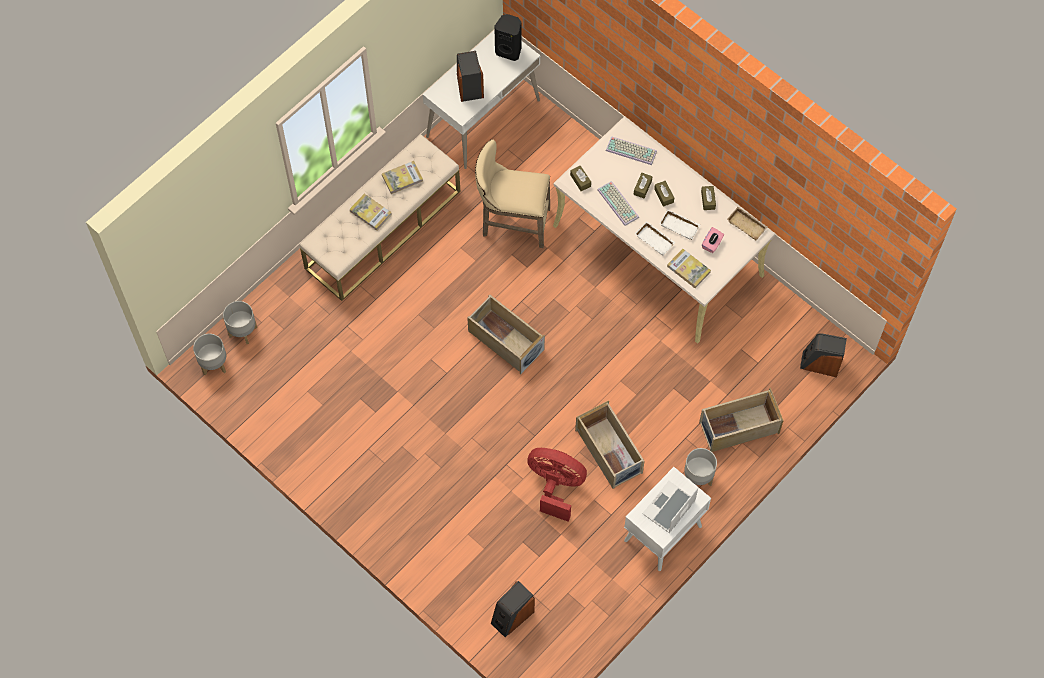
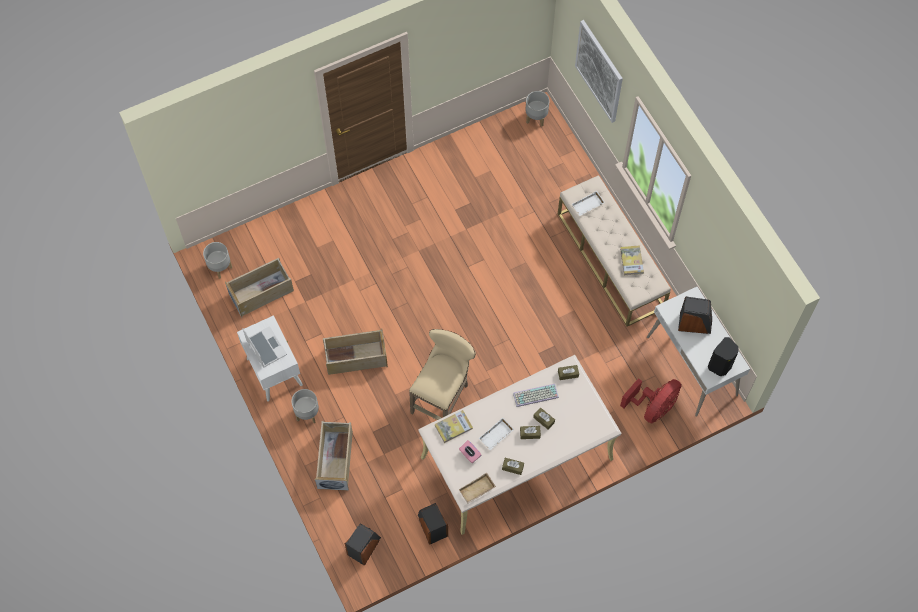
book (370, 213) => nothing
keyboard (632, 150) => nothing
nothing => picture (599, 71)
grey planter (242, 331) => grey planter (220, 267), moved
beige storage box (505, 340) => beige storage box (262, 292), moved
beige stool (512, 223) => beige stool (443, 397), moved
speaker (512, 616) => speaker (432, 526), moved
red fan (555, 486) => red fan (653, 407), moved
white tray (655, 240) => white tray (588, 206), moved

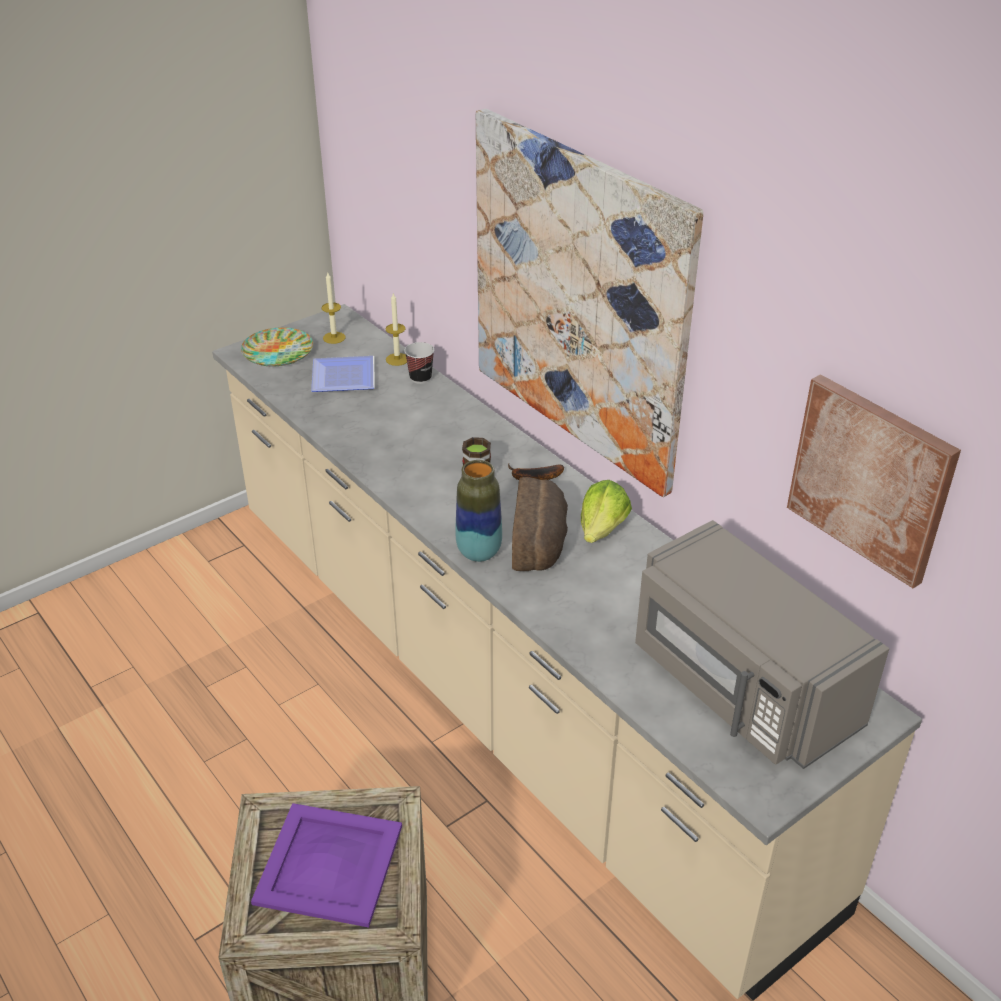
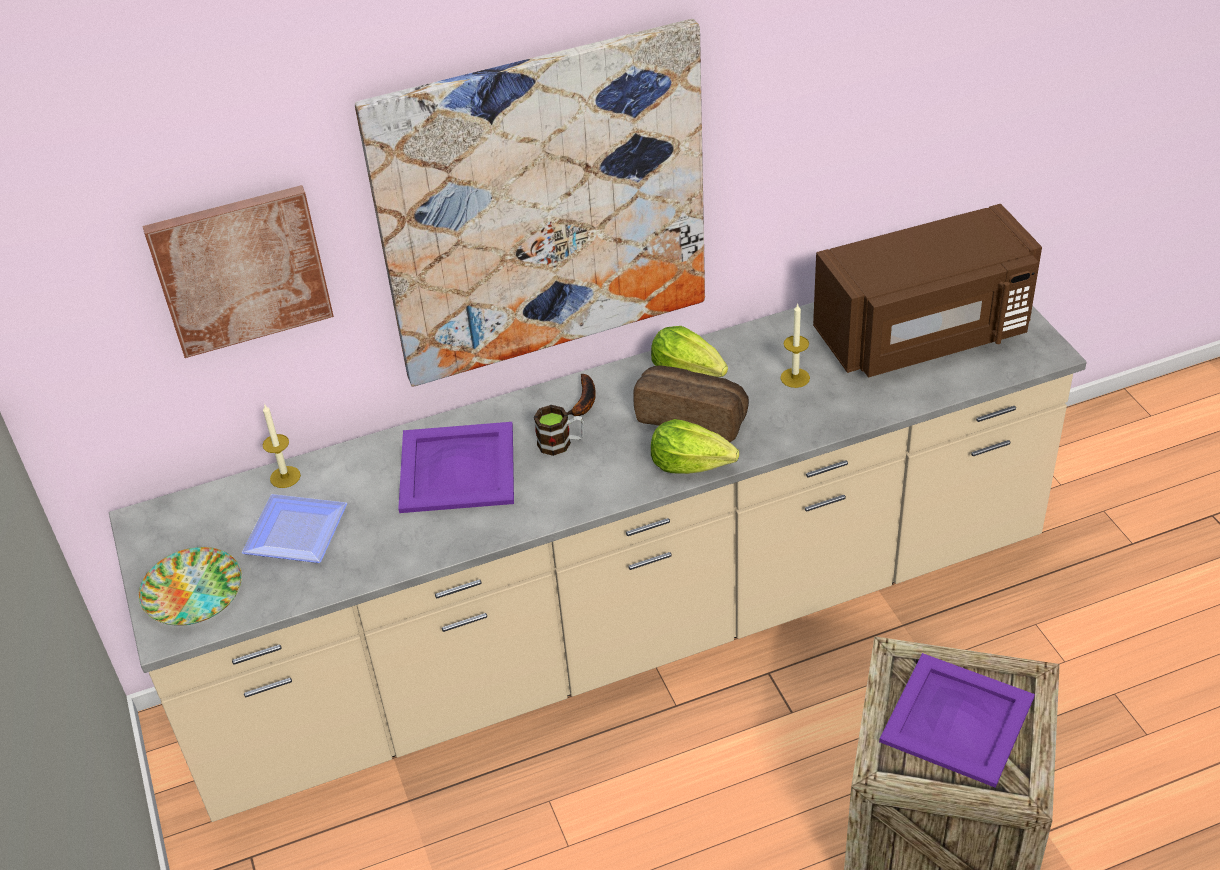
cup (420, 378) => nothing
nothing => purple tray (456, 469)
candle (334, 337) => candle (795, 378), moved
picture (871, 478) => picture (240, 269), moved
vase (479, 552) => lettuce (691, 464)
grey microwave (740, 686) => brown microwave (925, 335)

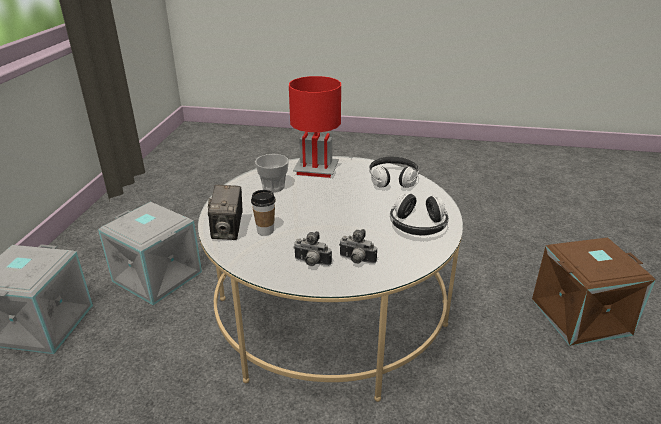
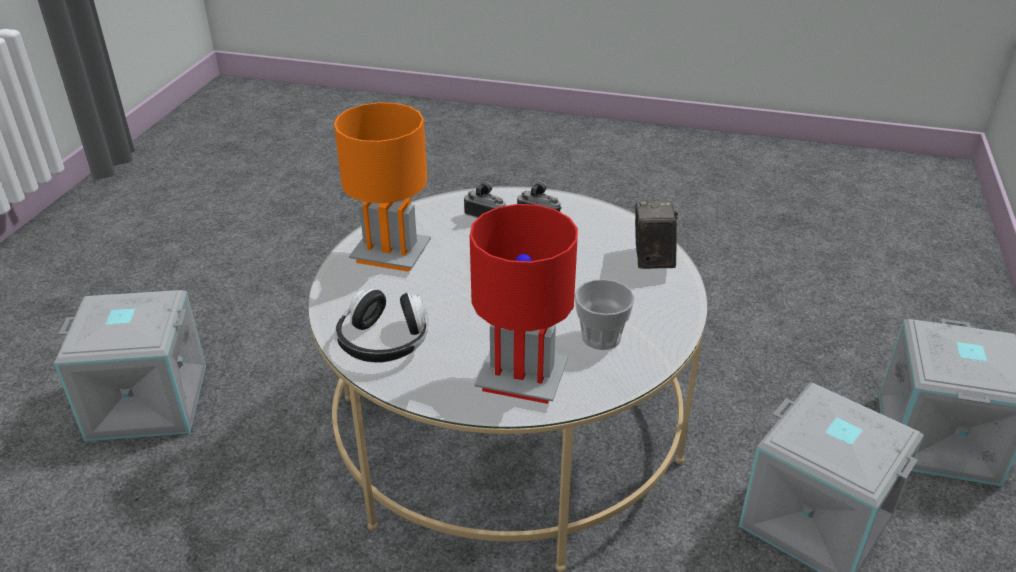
cup (265, 231) => nothing
headphones (417, 226) => orange table lamp (391, 253)
brown storage box (580, 315) => grey storage box (146, 403)

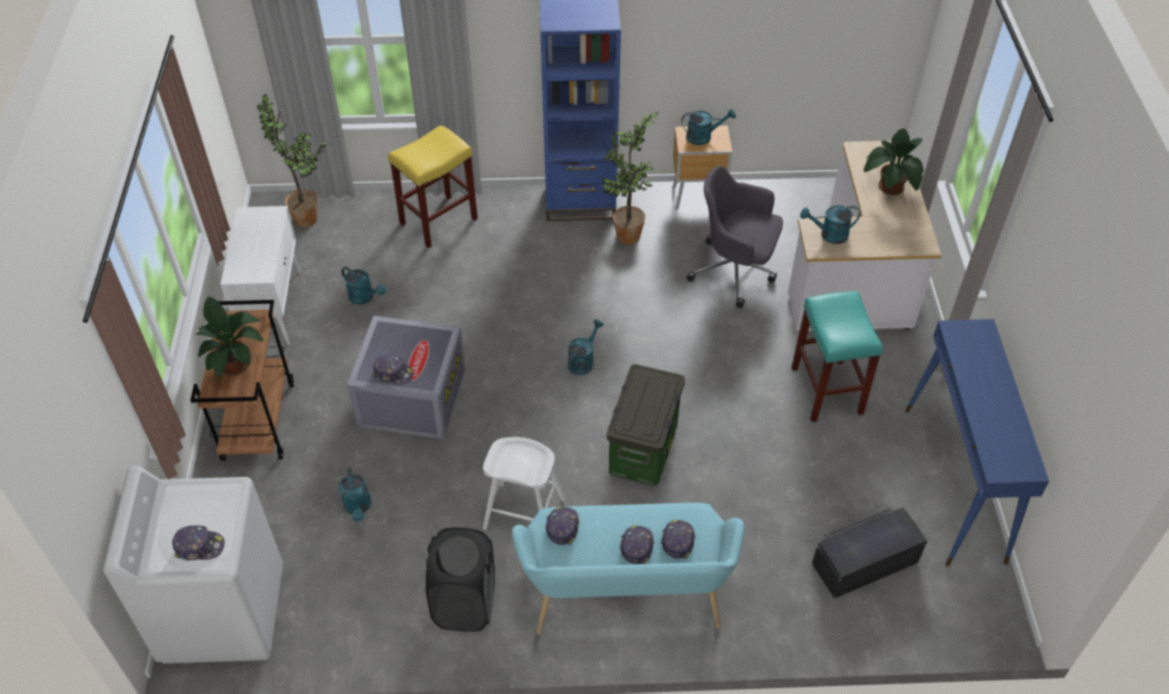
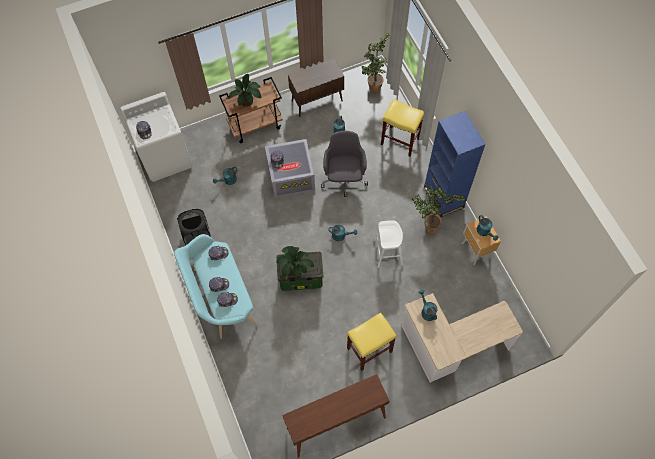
black storage box (864, 562) => nothing
white stool (524, 514) => white stool (388, 252), moved
grey office chair (735, 271) => grey office chair (344, 179), moved
potted plant (890, 187) => potted plant (294, 267), moved
white cabinet (273, 307) => brown cabinet (317, 101)
turquoise stool (827, 391) => yellow stool (369, 350)
blue console table (954, 484) => brown console table (335, 423)

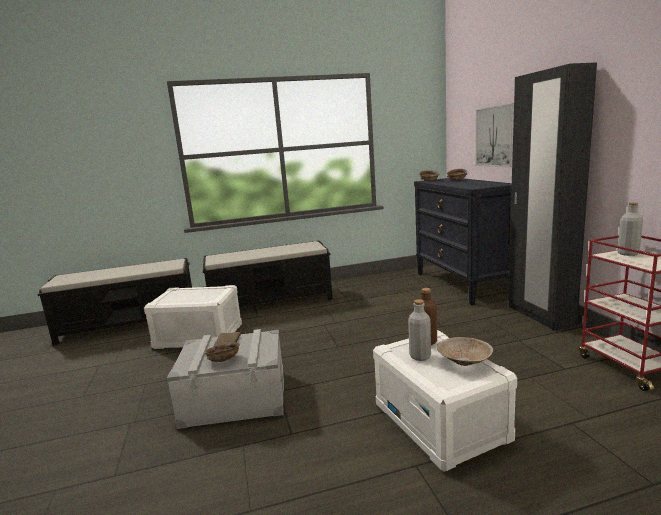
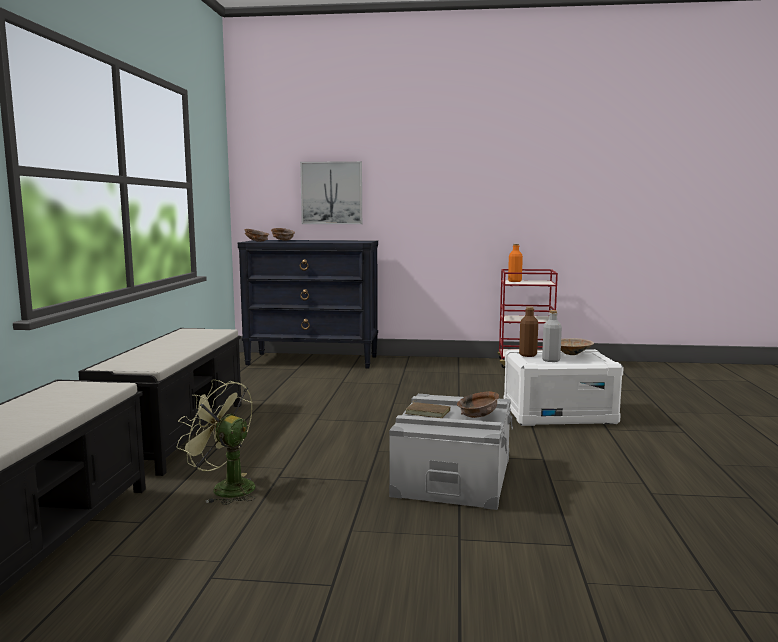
black wardrobe (540, 316) => nothing
white storage box (198, 337) => green fan (225, 488)
grey bottle (628, 253) => orange bottle (514, 281)

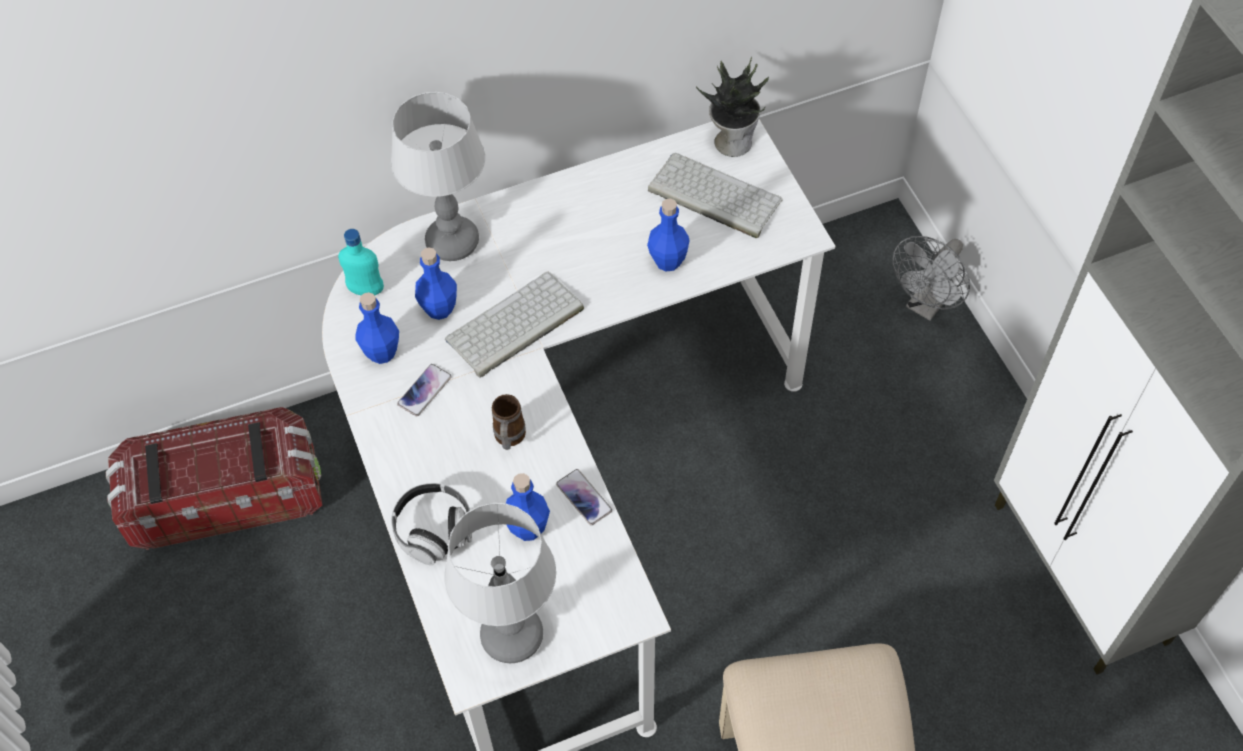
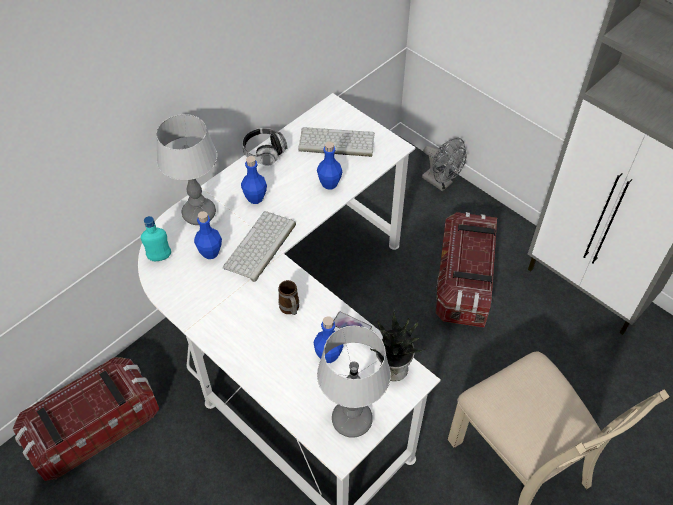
phone (424, 390) => nothing
nothing => storage box (463, 282)
blue bottle (382, 352) => blue bottle (255, 198), moved
headphones (434, 531) => headphones (264, 153), moved
potted plant (732, 141) => potted plant (393, 367), moved
grey fan (926, 305) => grey fan (441, 183), 60 degrees counterclockwise

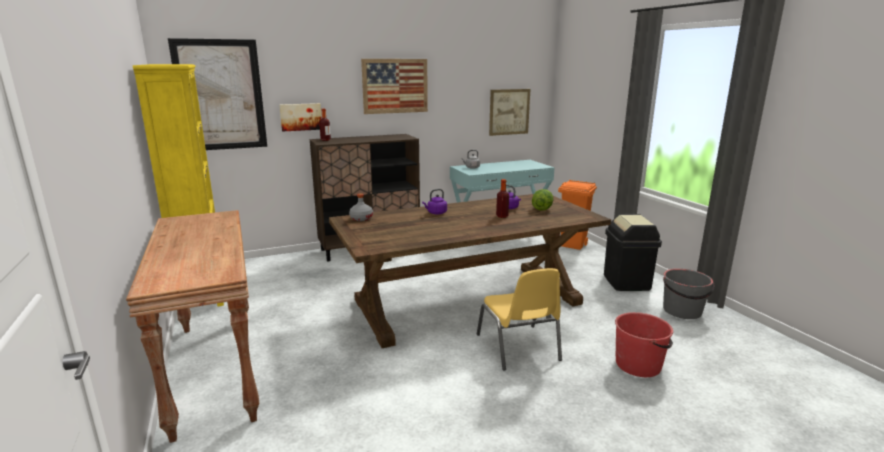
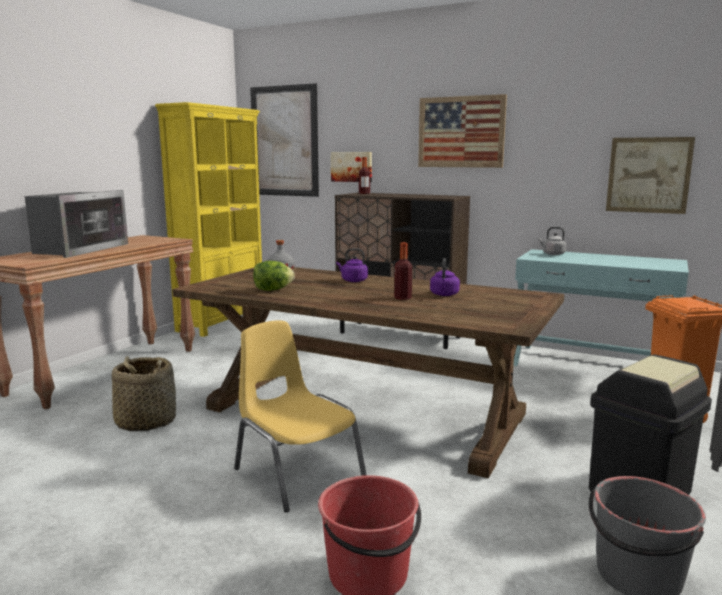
nothing => microwave (79, 249)
nothing => basket (145, 421)
lettuce (542, 209) => lettuce (272, 290), moved
yellow chair (518, 348) => yellow chair (297, 472), 105 degrees clockwise

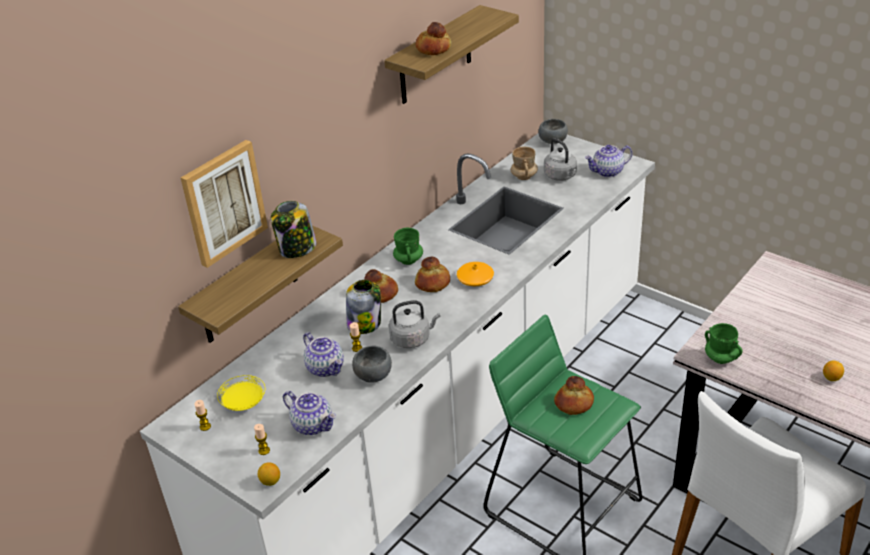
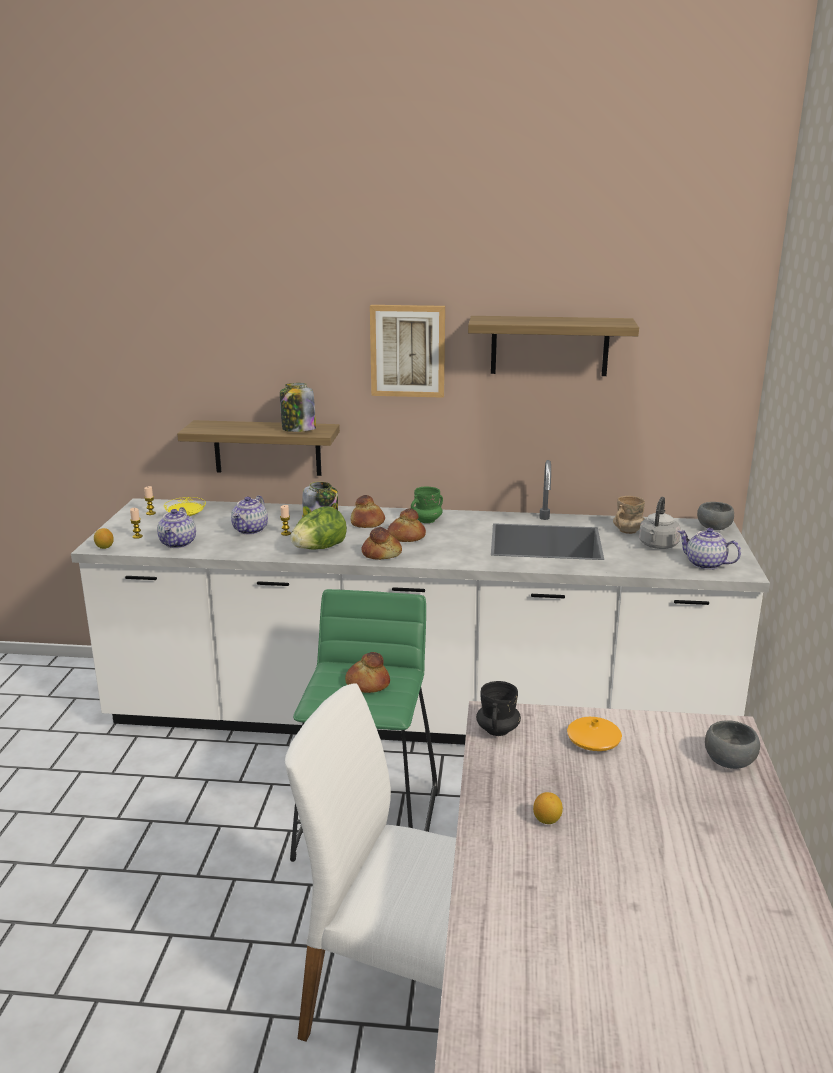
picture (223, 202) => picture (408, 350), moved
grey bowl (373, 374) => grey bowl (730, 761), moved
bread (433, 48) => bread (381, 553), moved
orange vase (475, 278) => orange vase (593, 741), moved
grey kettle (412, 339) => lettuce (319, 549)
green mug (721, 358) => black mug (498, 730)

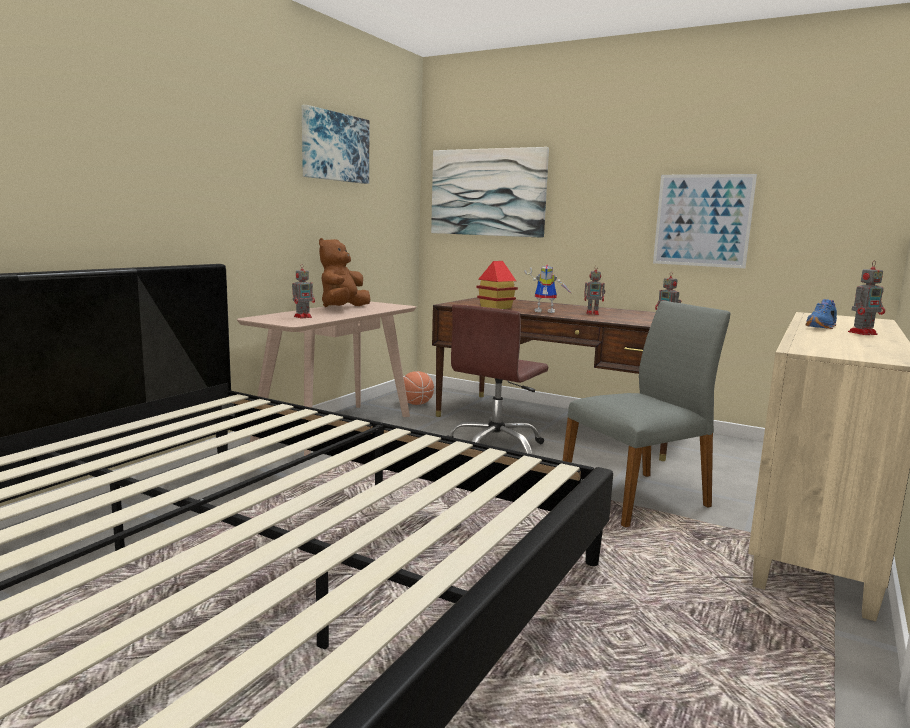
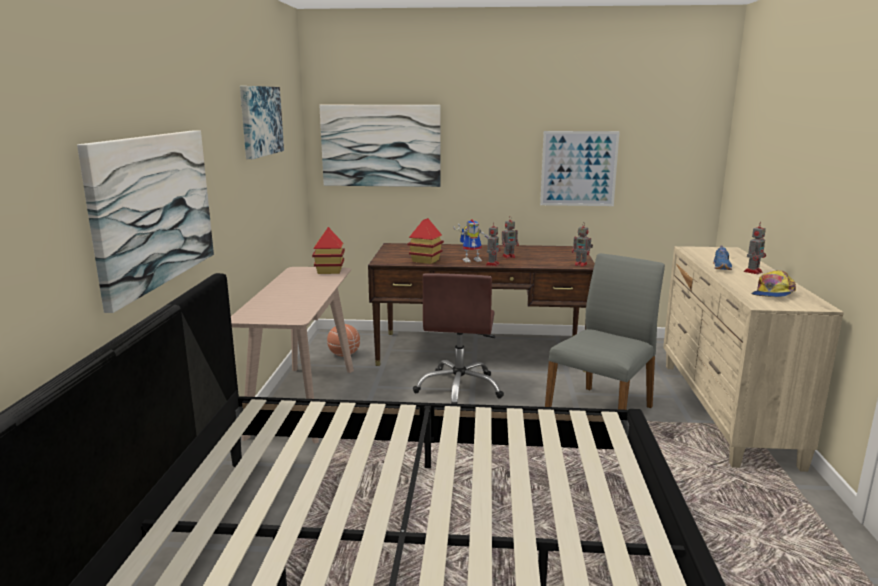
brown plush toy (343, 308) => nothing
nothing => picture (153, 210)
nothing => toy house (329, 271)
nothing => cap (773, 293)
toy robot (303, 317) => toy robot (492, 264), moved

